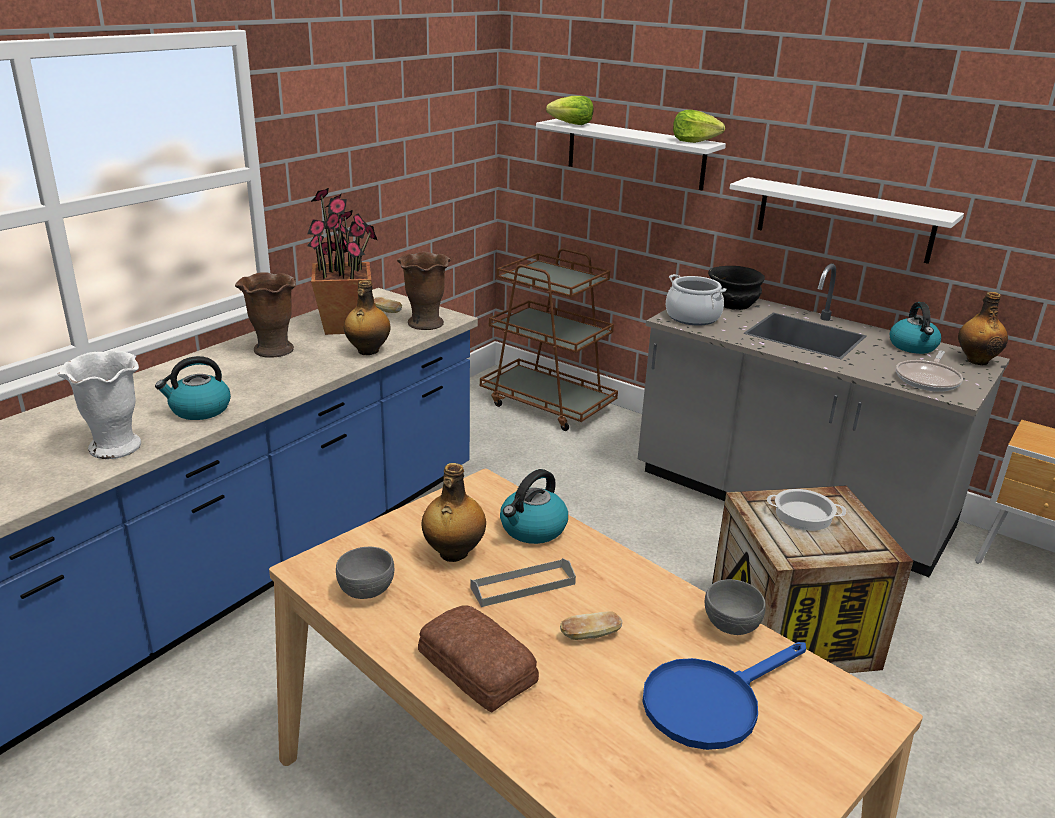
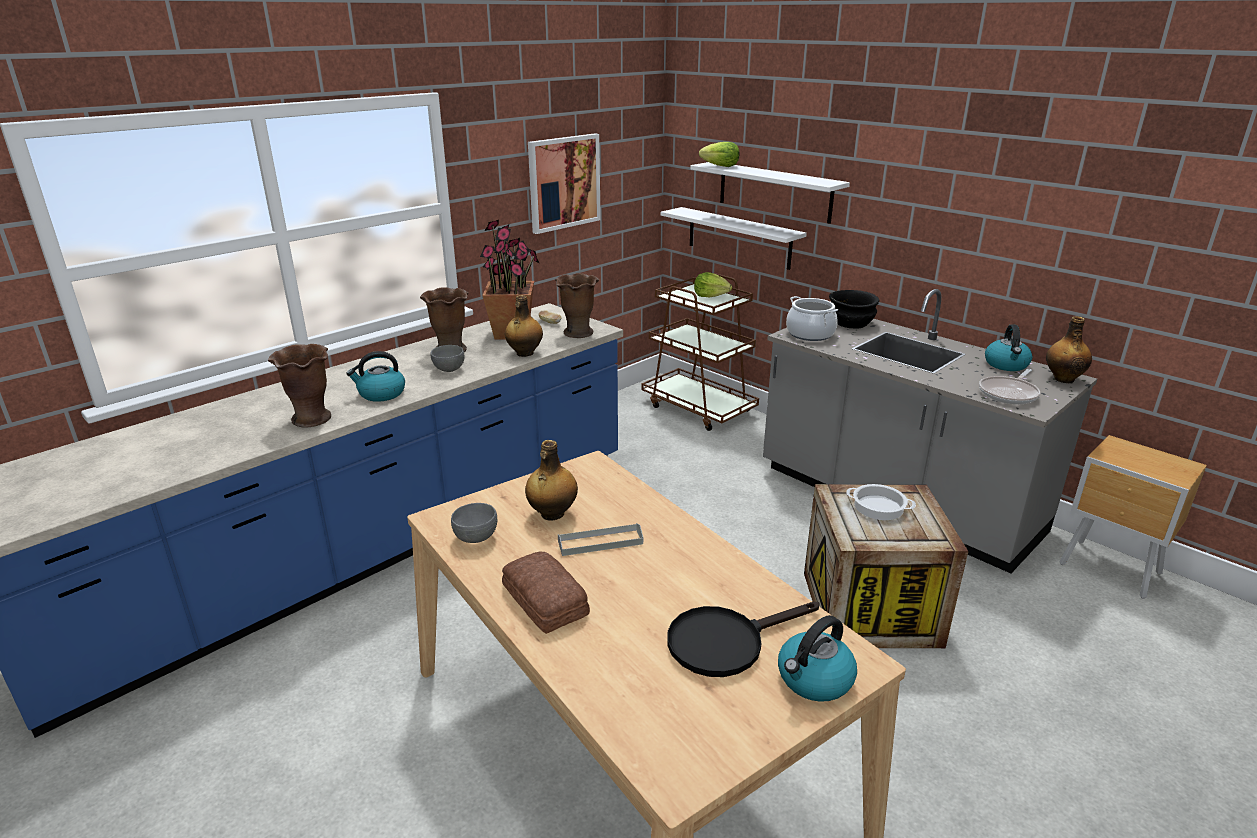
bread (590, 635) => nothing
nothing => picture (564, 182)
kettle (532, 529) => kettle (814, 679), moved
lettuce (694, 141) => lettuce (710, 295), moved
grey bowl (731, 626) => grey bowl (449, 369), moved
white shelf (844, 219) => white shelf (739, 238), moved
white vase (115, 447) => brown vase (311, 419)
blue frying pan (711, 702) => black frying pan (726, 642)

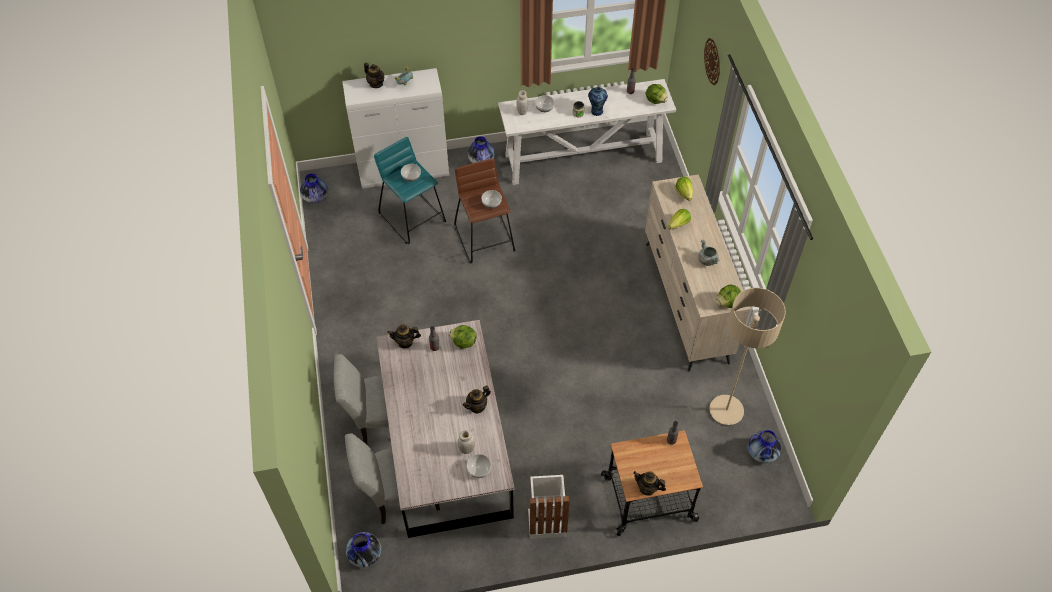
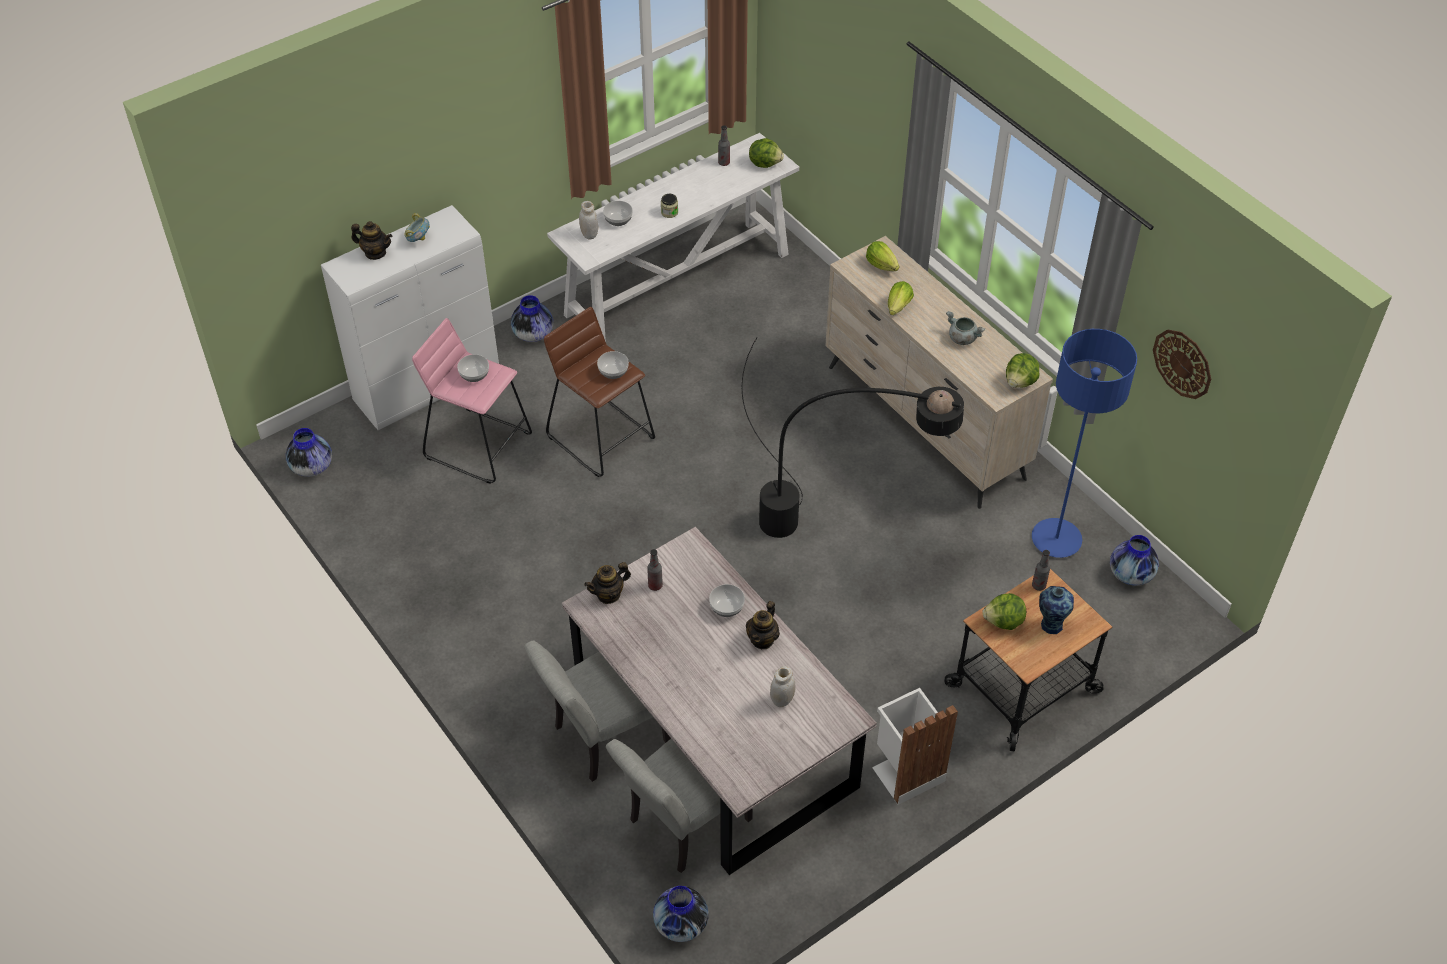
teapot (647, 488) => nothing
nothing => black floor lamp (830, 519)
lettuce (463, 342) => lettuce (1004, 622), moved
bowl (479, 470) => bowl (727, 608), moved
vase (596, 111) => vase (1050, 624), moved
wall clock (712, 61) => wall clock (1182, 363), moved
turquoise stool (413, 218) => pink stool (478, 444)
beige floor lamp (726, 410) => blue floor lamp (1056, 539)

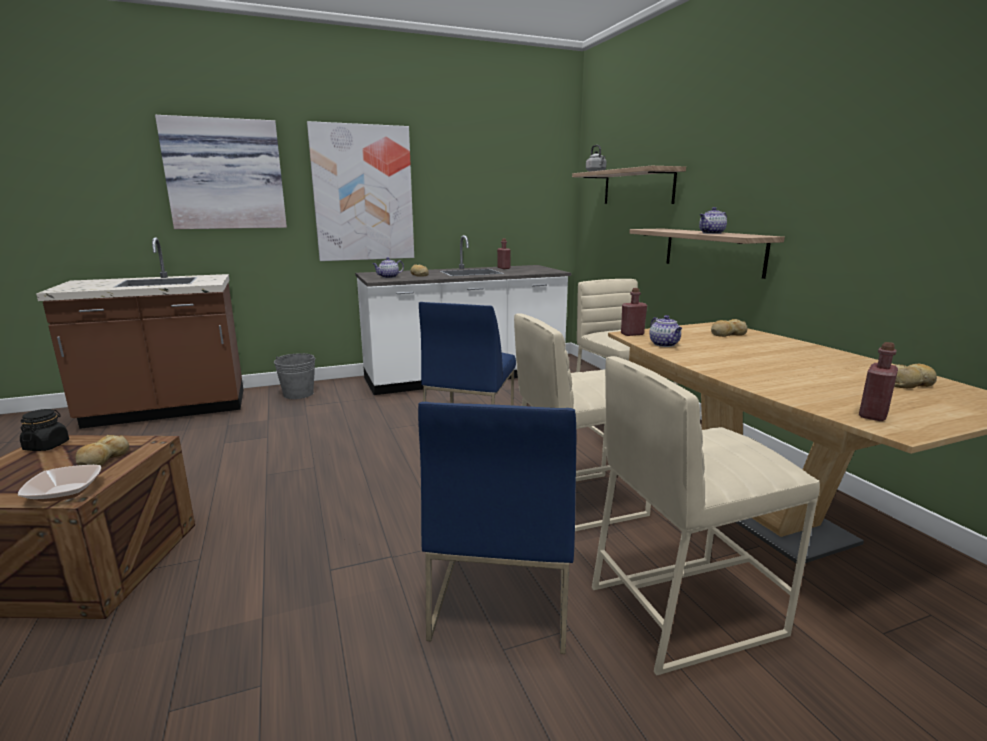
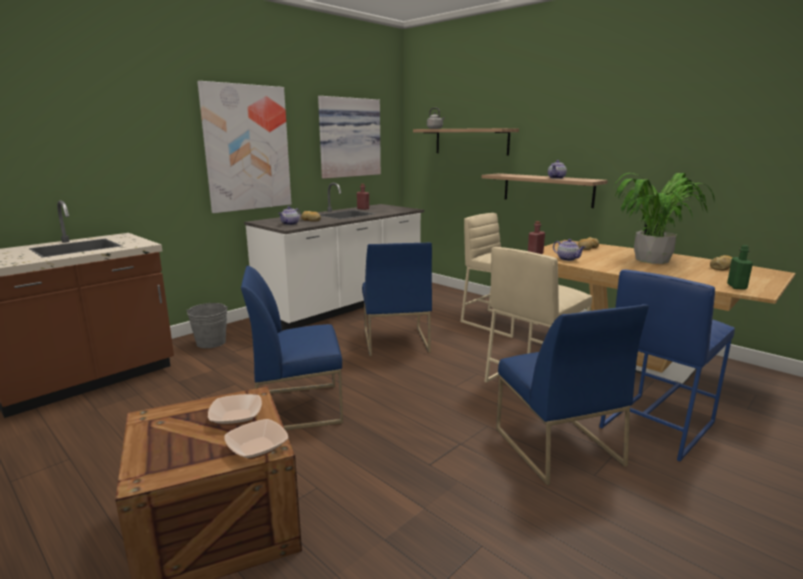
black jar (47, 446) => nothing
nothing => blue chair (298, 407)
nothing => potted plant (652, 260)
picture (225, 174) => picture (348, 137), moved
bread (103, 459) => bowl (236, 417)
beige stool (682, 609) => blue stool (655, 424)
red bottle (873, 415) => green bottle (736, 287)

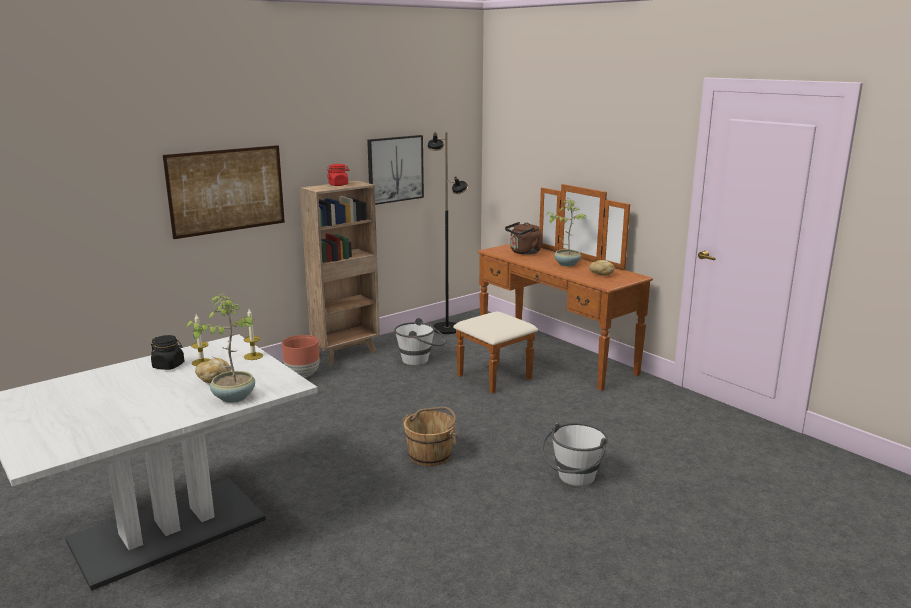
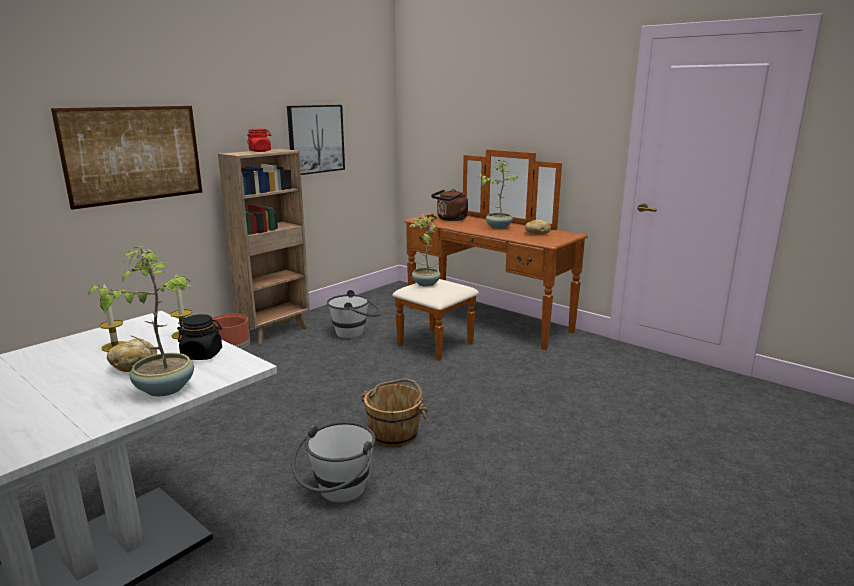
black floor lamp (447, 328) => nothing
nothing => potted plant (425, 284)
black jar (168, 366) => black jar (202, 355), moved
white bucket (573, 480) => white bucket (337, 494), moved

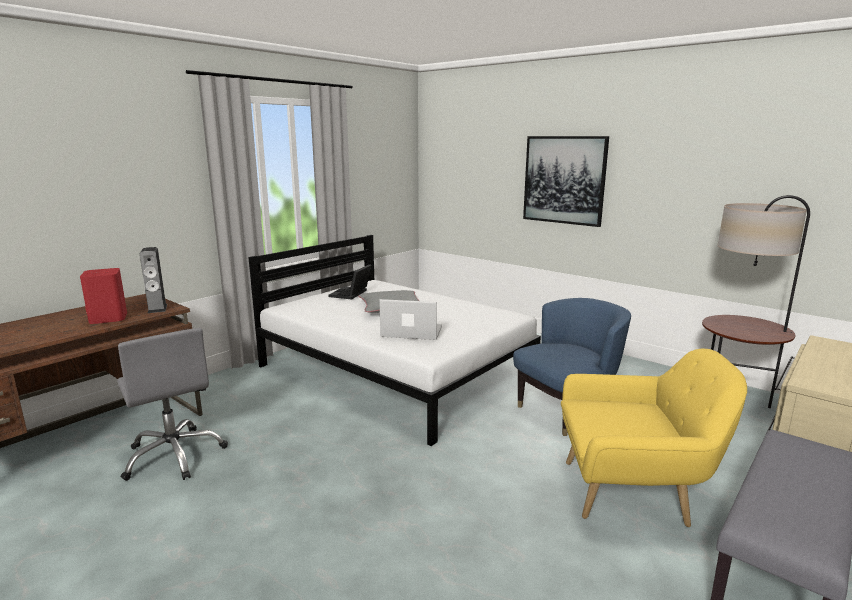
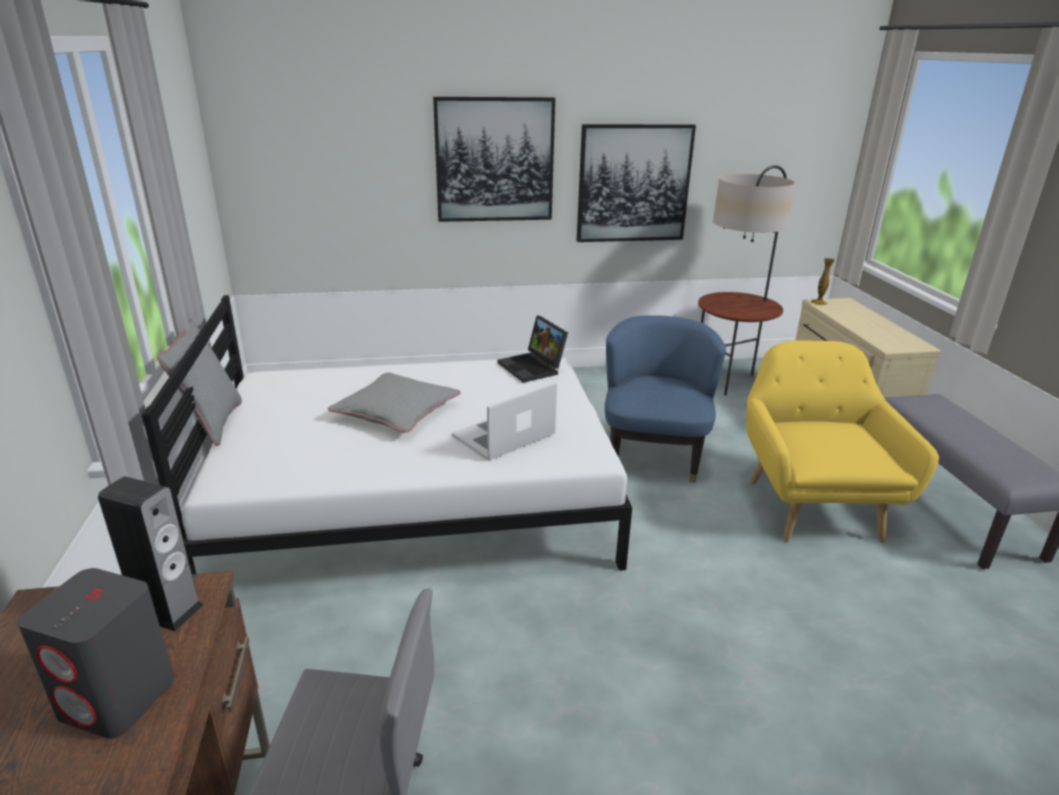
nothing => grey pillow (212, 424)
nothing => picture (633, 184)
nothing => vase (819, 303)
laptop (351, 294) => laptop (533, 368), moved
red speaker (108, 318) => grey speaker (118, 698)
yellow armchair (632, 492) => yellow armchair (812, 505), 45 degrees counterclockwise

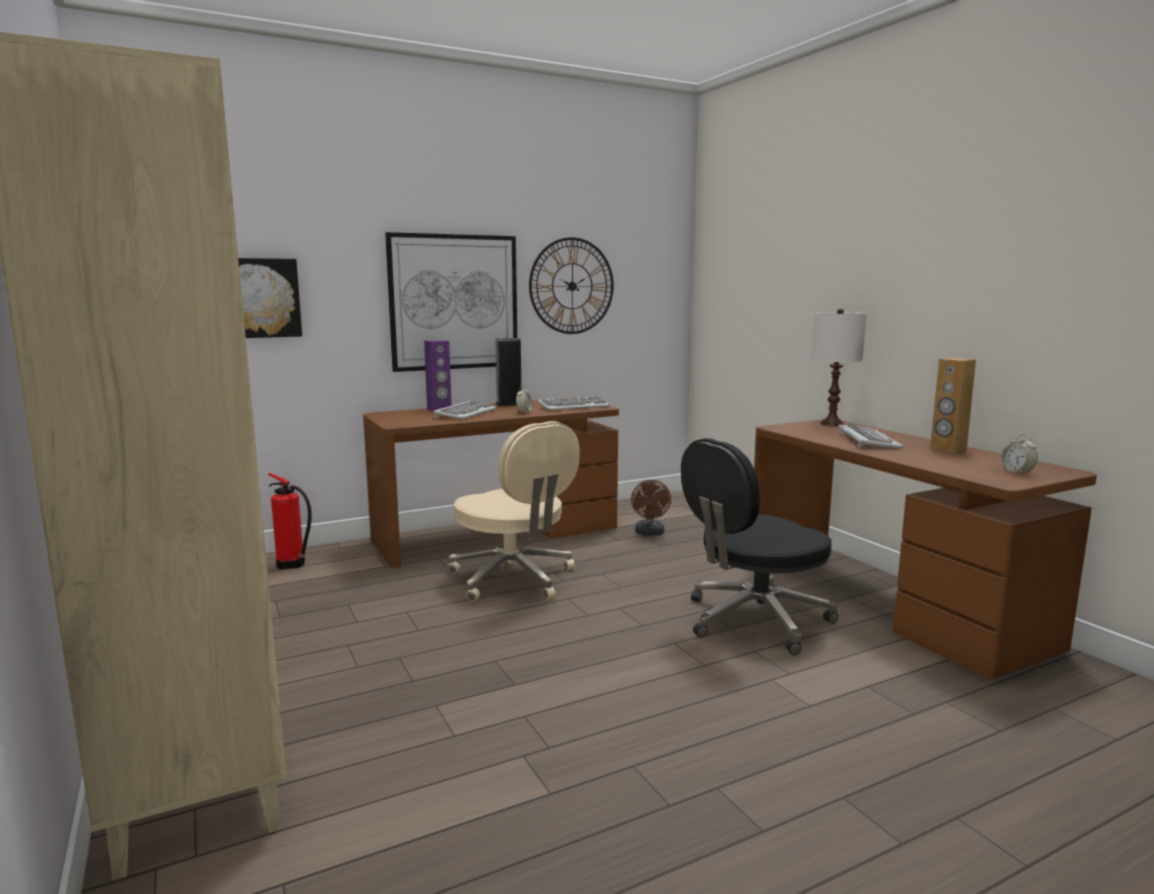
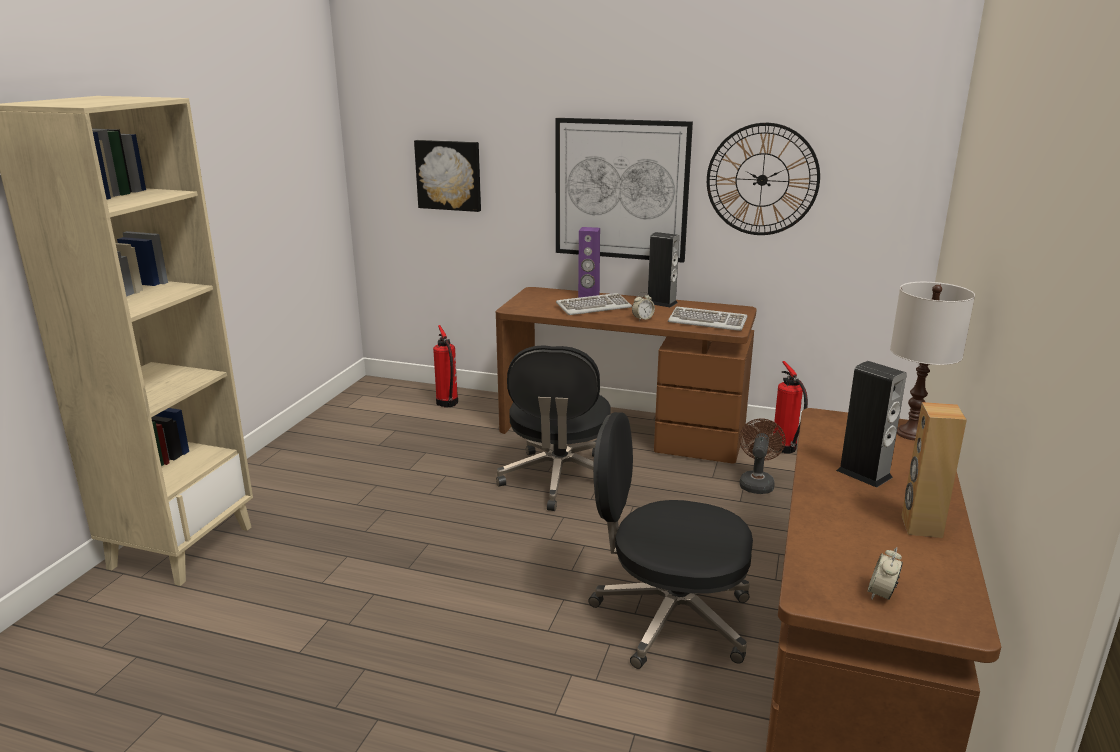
nothing => fire extinguisher (784, 449)
keyboard (867, 440) => speaker (864, 474)
beige office chair (514, 579) => black office chair (559, 479)
brown fan (650, 533) => brown fan (756, 483), 150 degrees clockwise

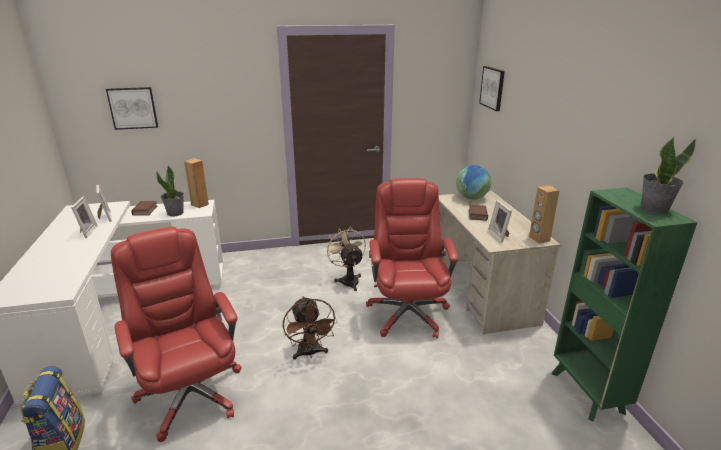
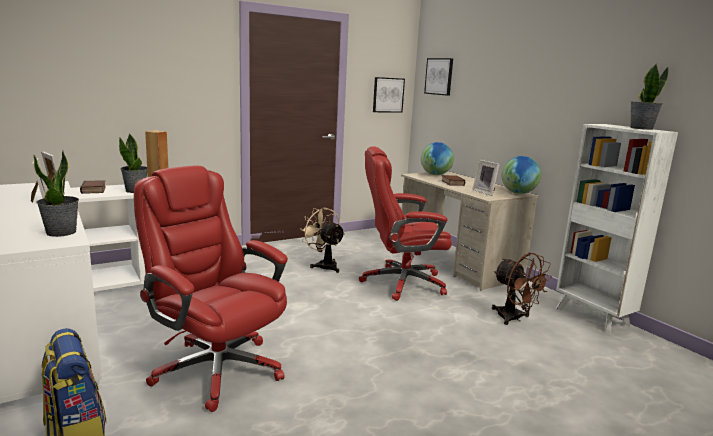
nothing => potted plant (61, 232)
picture (133, 108) => picture (388, 95), moved
brown fan (310, 353) => brown fan (514, 319), moved
brown speaker (539, 239) => globe (518, 193)
green bookcase (587, 393) => white bookcase (593, 317)
red office chair (407, 313) => red office chair (401, 283), 75 degrees counterclockwise

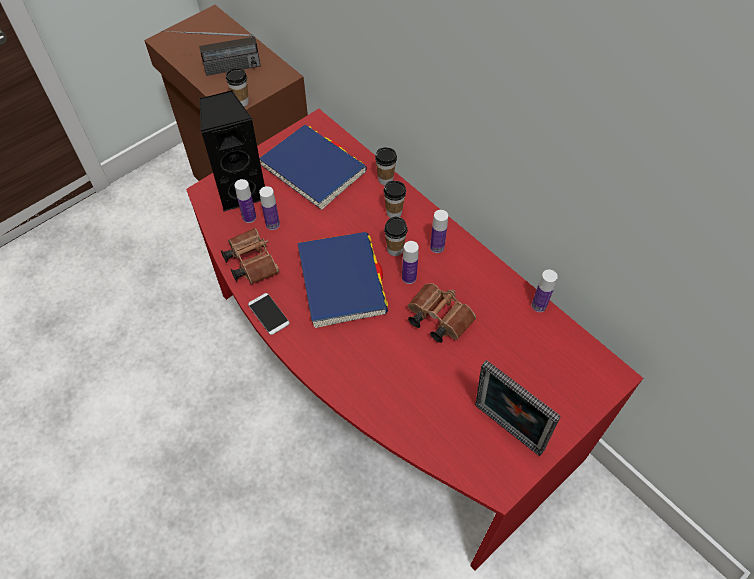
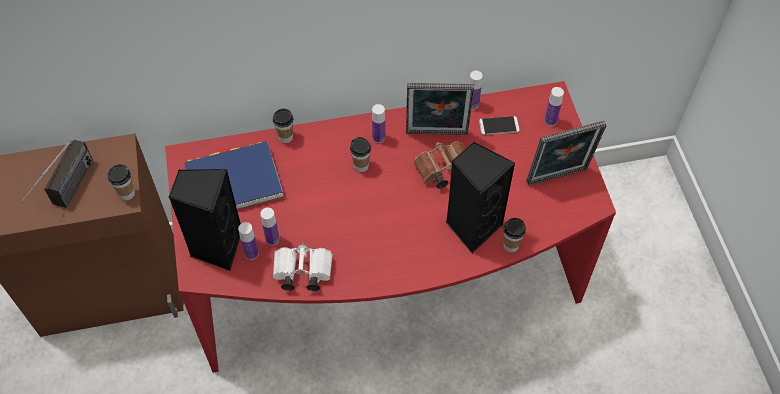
blue book (341, 281) => nothing
nothing => picture frame (436, 135)
nothing => black speaker (472, 226)
phone (268, 314) => phone (499, 126), moved
cup (394, 212) => cup (511, 245), moved
bottle (409, 277) => bottle (550, 120), moved
brown binoculars (250, 262) => white binoculars (301, 273)

